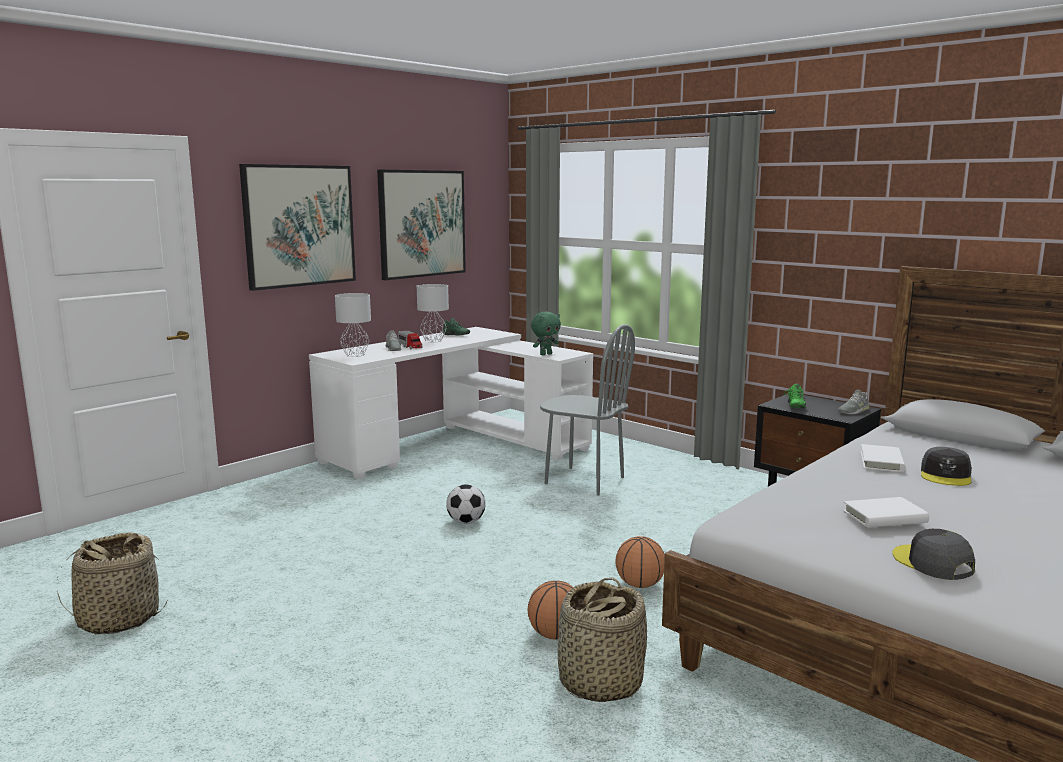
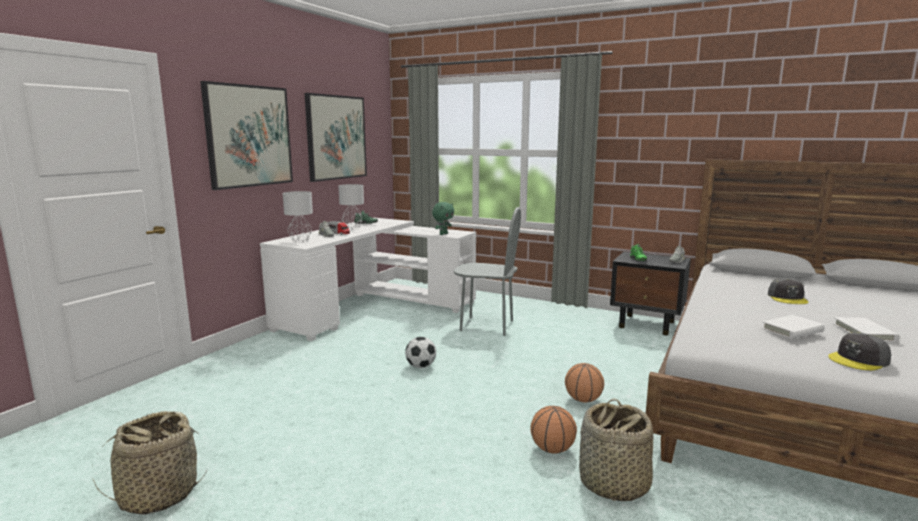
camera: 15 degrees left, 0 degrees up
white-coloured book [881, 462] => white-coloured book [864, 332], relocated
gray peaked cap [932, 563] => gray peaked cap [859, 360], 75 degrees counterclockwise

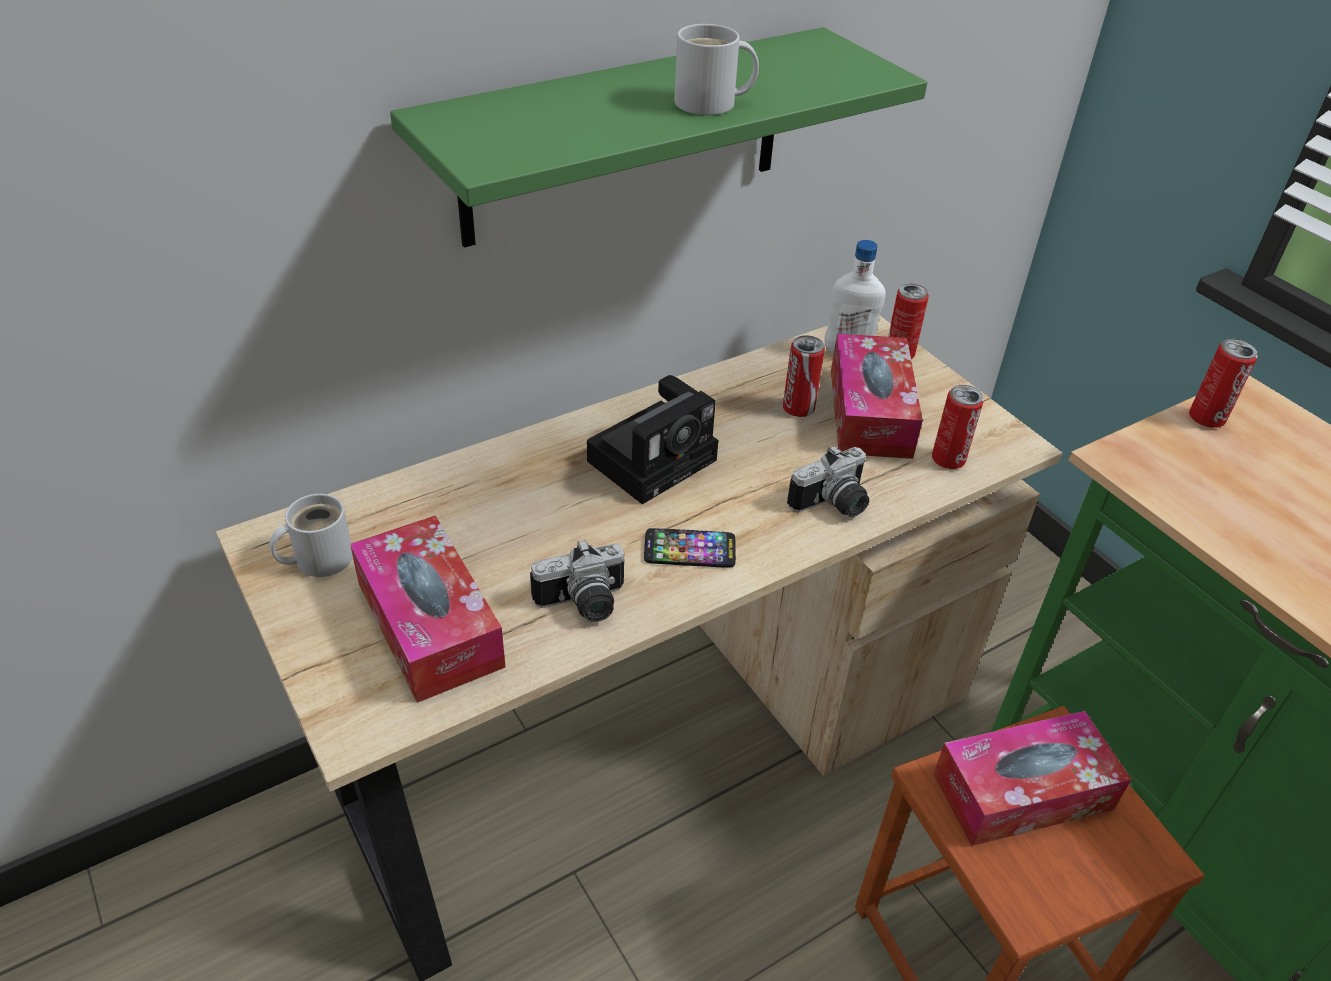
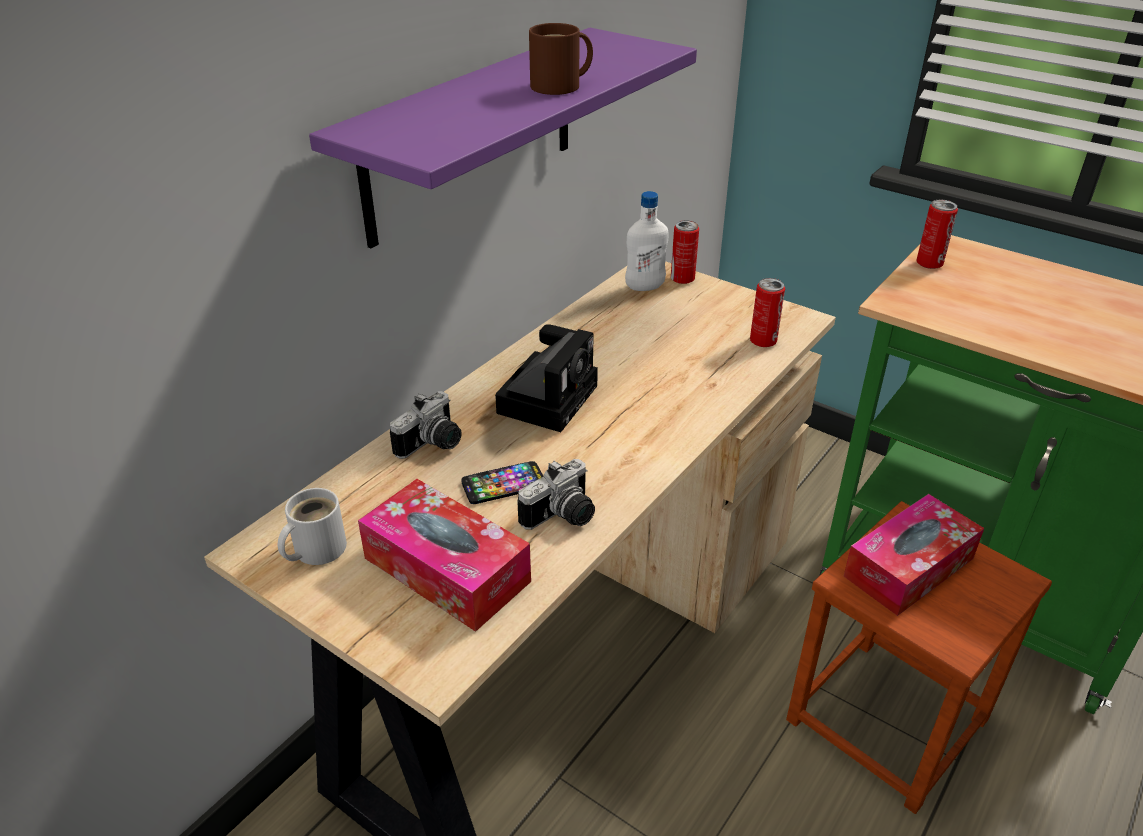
camera: 20 degrees left, 5 degrees down
sealed can [798, 409] => nothing
tissue holder [870, 412] => nothing
handset [689, 550] => handset [503, 484], relocated
still camera [833, 505] => still camera [433, 444], relocated
greenish wall shelf [625, 137] => purple-coloured wall shelf [472, 134]
white-coloured tea mug [711, 104] => brownish tea mug [560, 86]

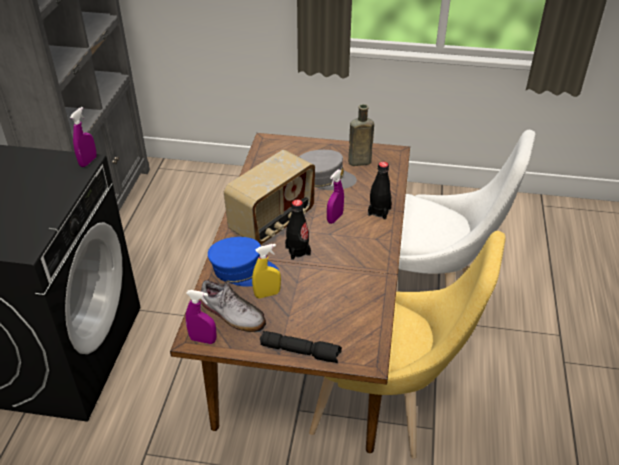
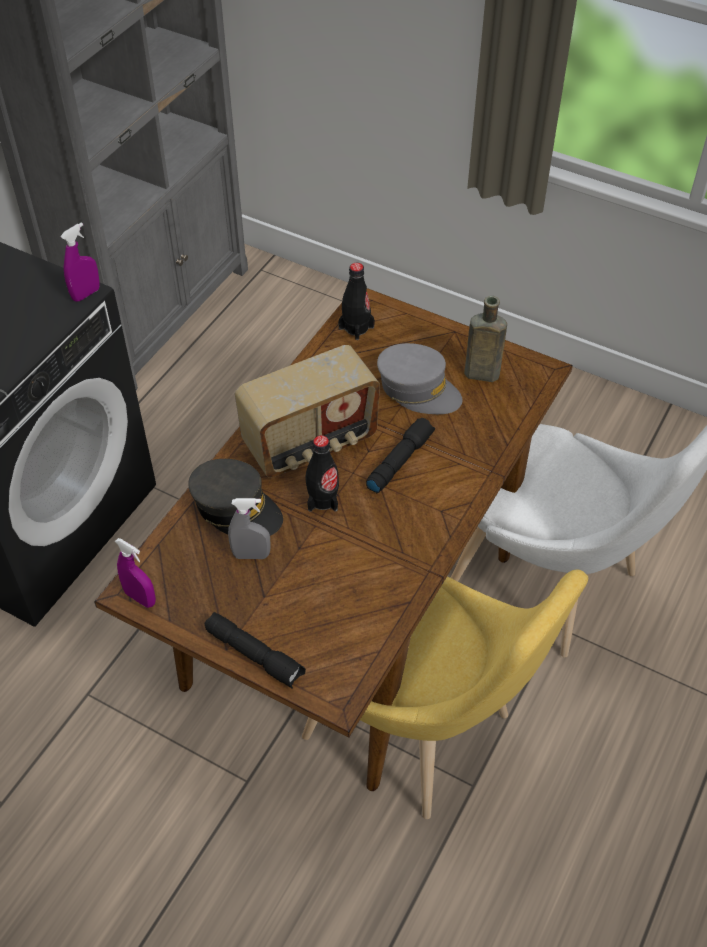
camera: 20 degrees right, 10 degrees up
low shoe [233, 314] => nothing
blackish beverage bottle [379, 211] => blackish beverage bottle [356, 327], relocated
purple-coloured spray bottle [335, 218] => blackish torch [399, 460]
bluish peaked cap [243, 270] => gray peaked cap [236, 508]
yellow spray bottle [267, 294] => gray spray bottle [251, 555]

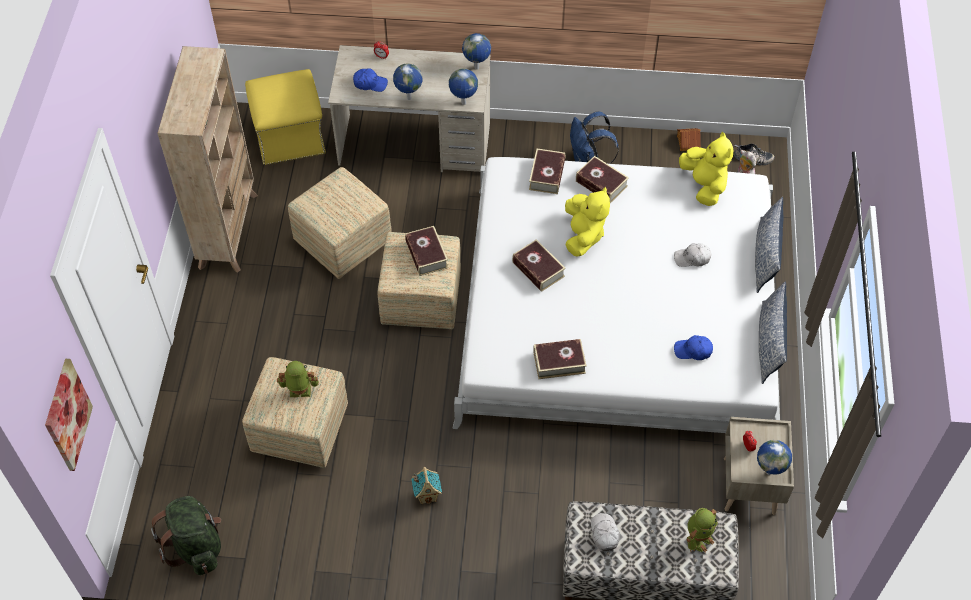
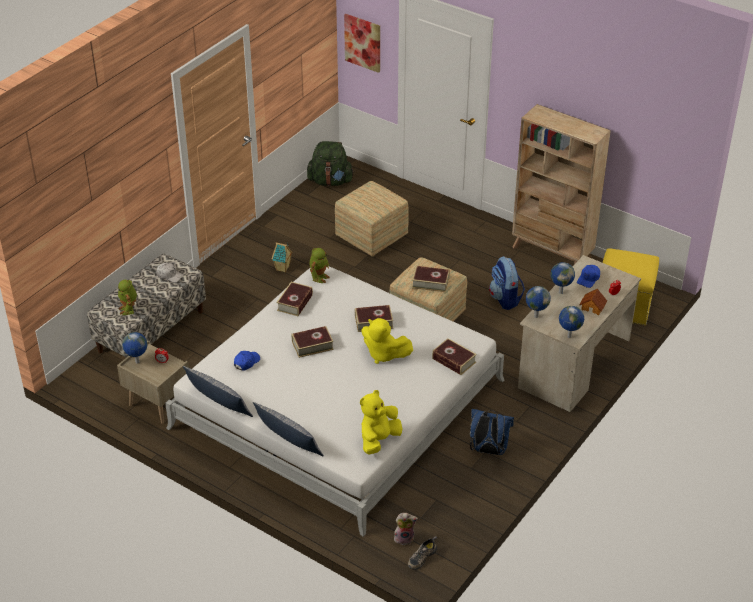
camera: 120 degrees right, 15 degrees down
white-coloured peaked cap [692, 258] => nothing
robot figure [299, 392] => robot figure [319, 277], relocated
book [601, 184] => book [312, 345], relocated
miniature house [687, 143] => miniature house [593, 307], relocated
ottoman [343, 240] => knapsack [505, 299]
yellow cuddly toy [704, 185] => yellow cuddly toy [379, 440], 120 degrees clockwise

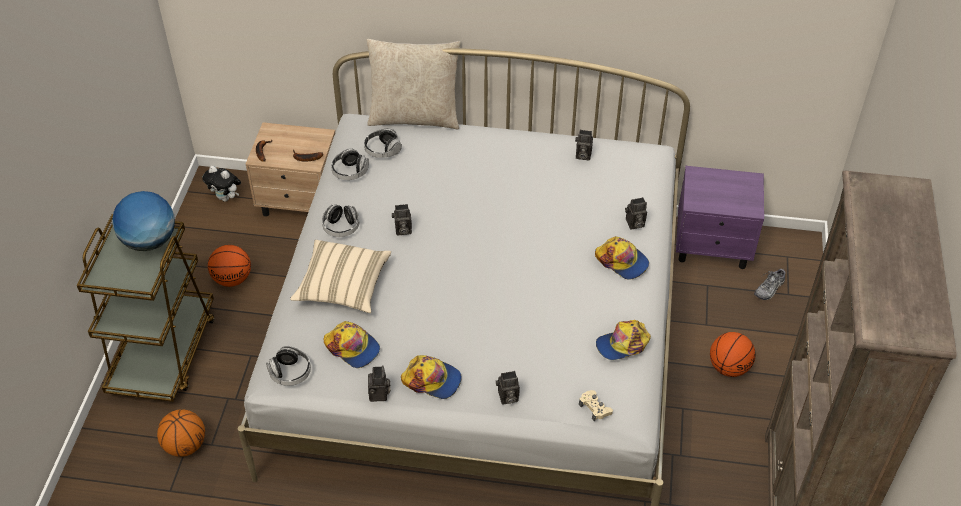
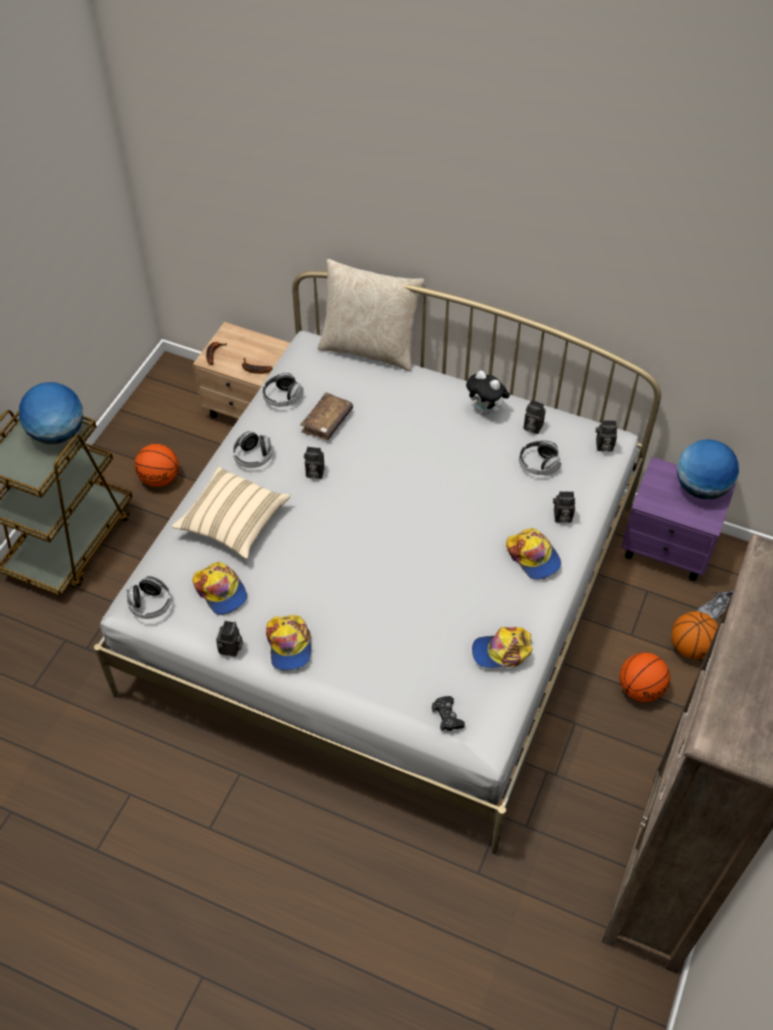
camera: 15 degrees right, 5 degrees up
nothing => brownish book [327, 422]
nothing => globe [701, 488]
ball for basketball [185, 446] => ball for basketball [690, 647], relocated
cuddly toy [226, 198] => cuddly toy [486, 410], relocated
headset [382, 150] => headset [538, 464], relocated
still camera [507, 397] => still camera [603, 446], relocated
sand-coloured joypad [595, 408] => blackish joypad [447, 716]
peaked cap [432, 380] => peaked cap [289, 645], 45 degrees clockwise

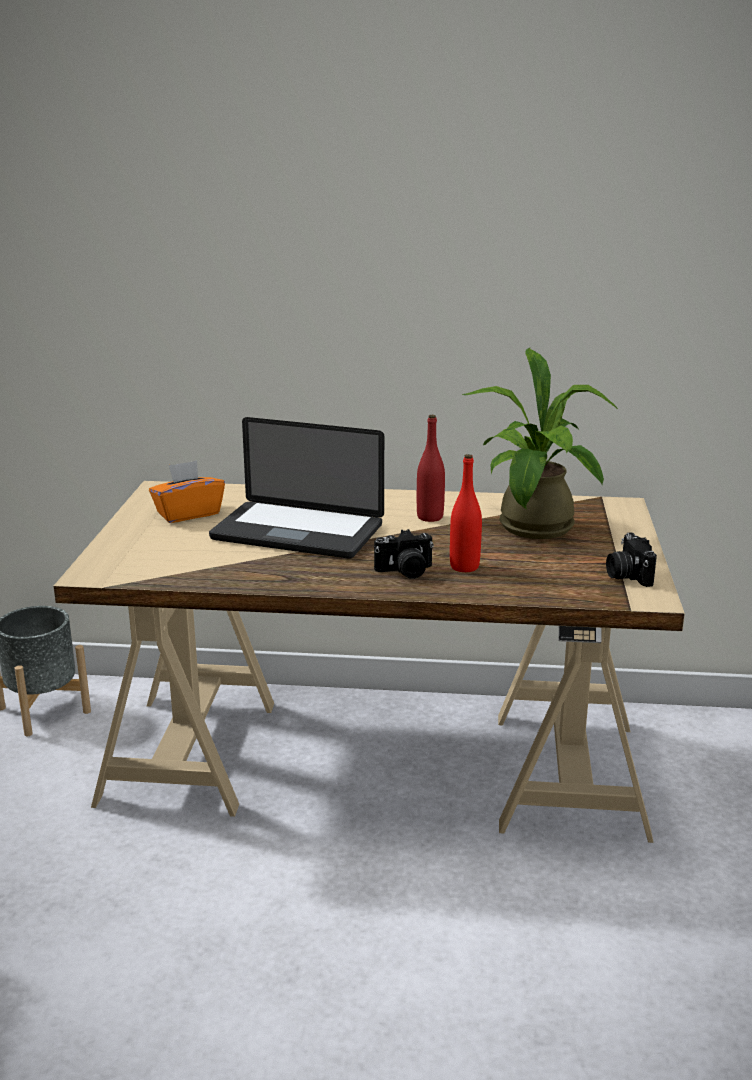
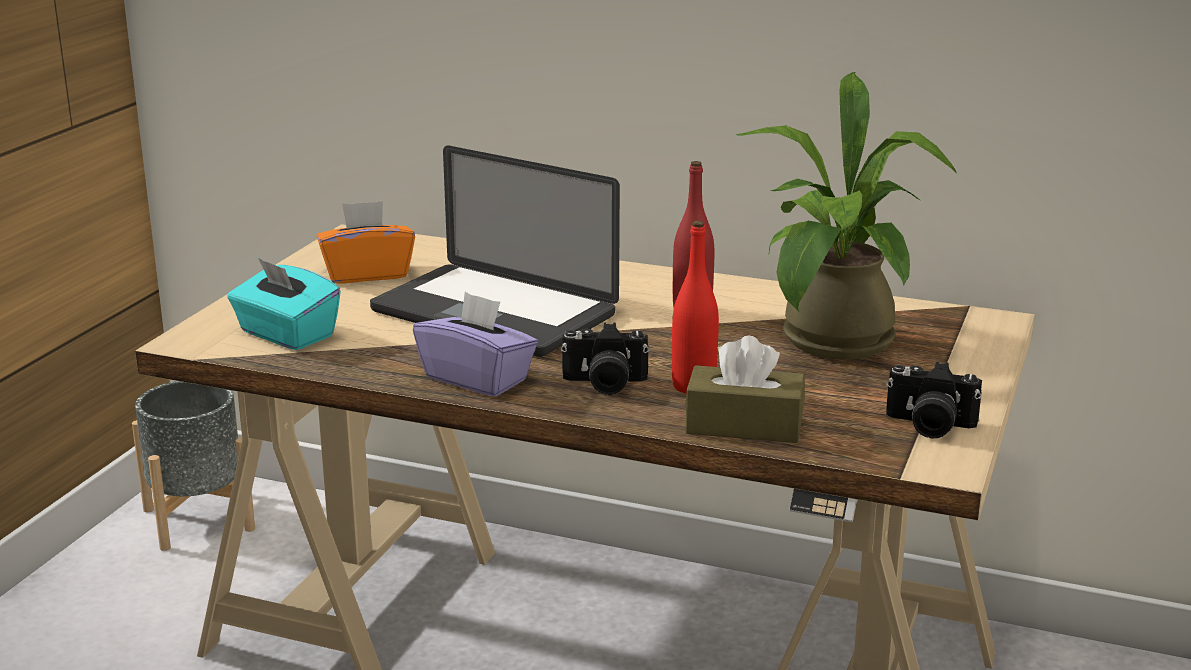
camera: 15 degrees right, 0 degrees up
nothing => blue-green tissue holder [286, 335]
nothing => purple-coloured tissue holder [477, 379]
nothing => brownish tissue holder [744, 425]
still camera [627, 575] => still camera [929, 426], 75 degrees counterclockwise

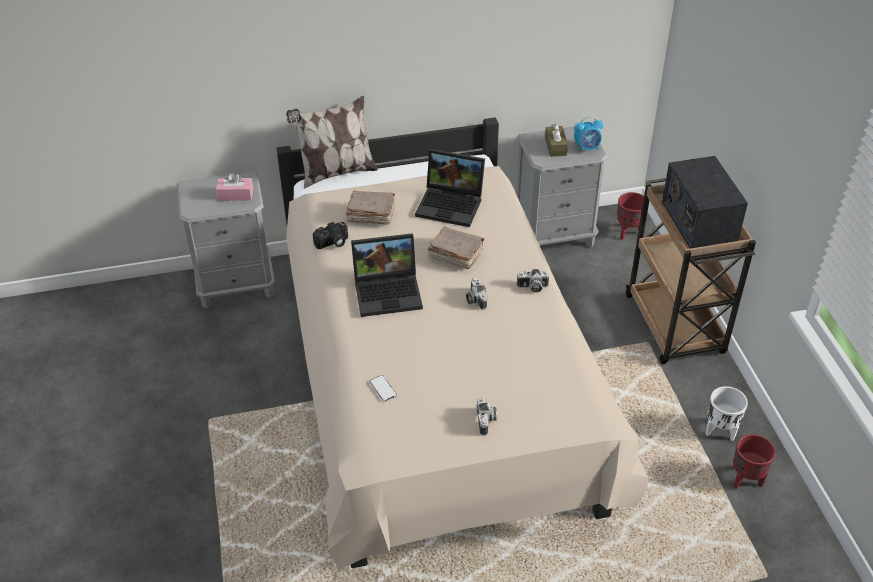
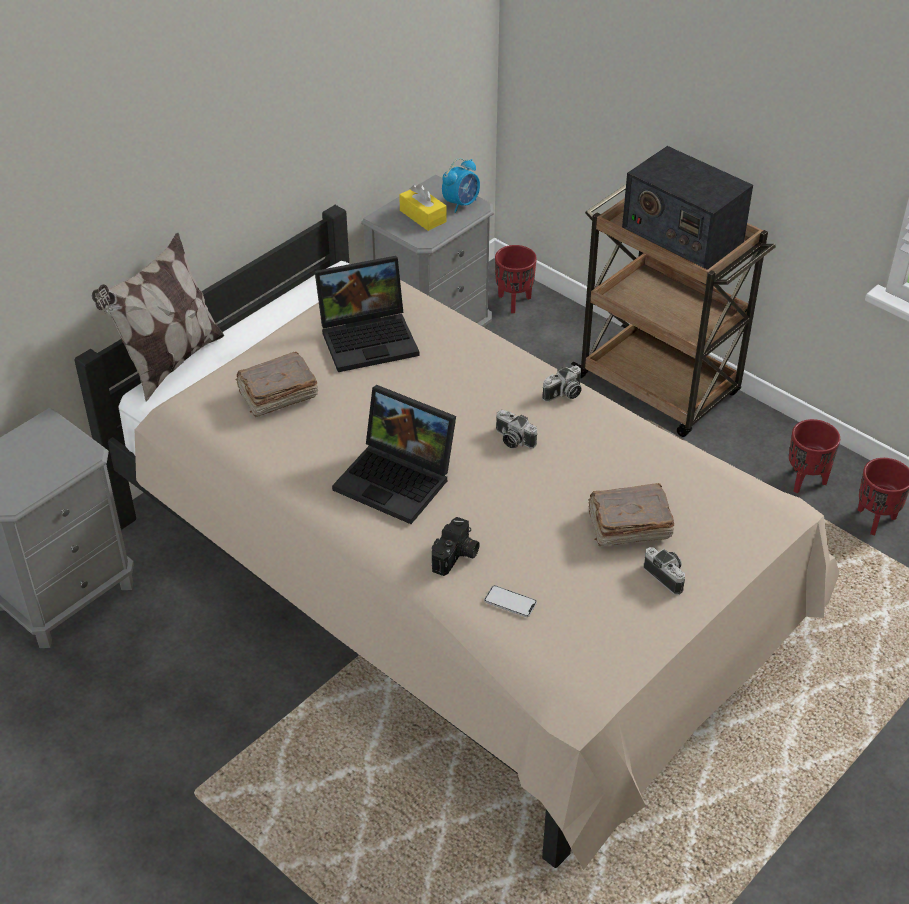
camera: 35 degrees left, 0 degrees up
pink-coloured tissue holder [235, 195] => nothing
still camera [332, 243] => still camera [456, 557], relocated
brownish book [455, 255] => brownish book [628, 526], relocated
brownish tissue holder [555, 146] => yellow tissue holder [423, 216]
white-coloured flower pot [720, 431] => red flower pot [805, 480]
laptop [389, 291] => laptop [398, 479], 75 degrees clockwise

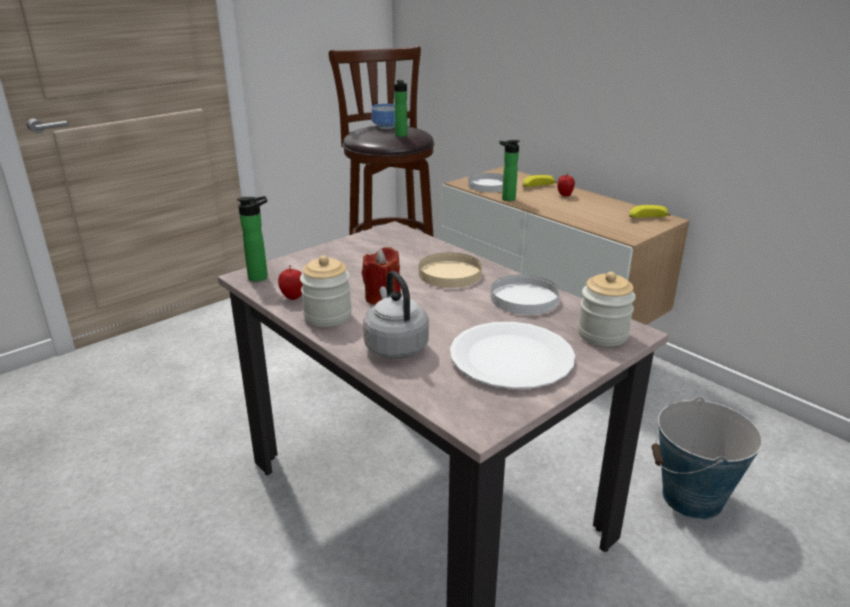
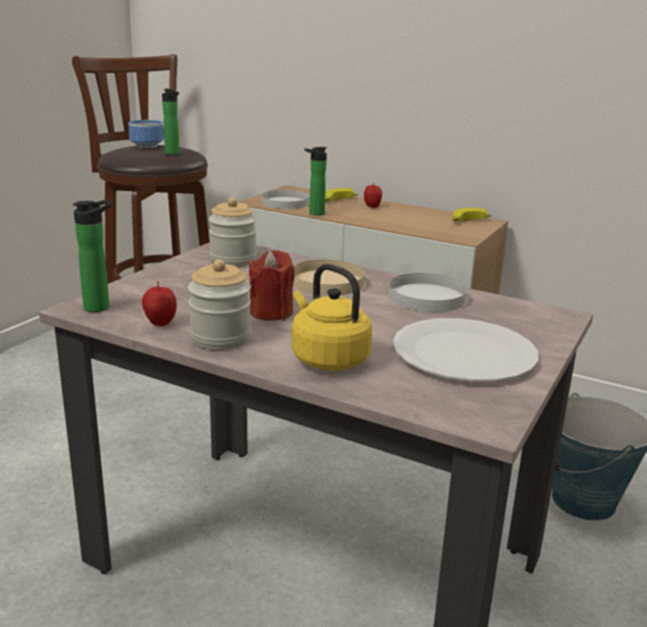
camera: 20 degrees left, 5 degrees down
storage jar [602, 334] => storage jar [233, 259], relocated
gray kettle [395, 346] => yellow kettle [327, 358]

